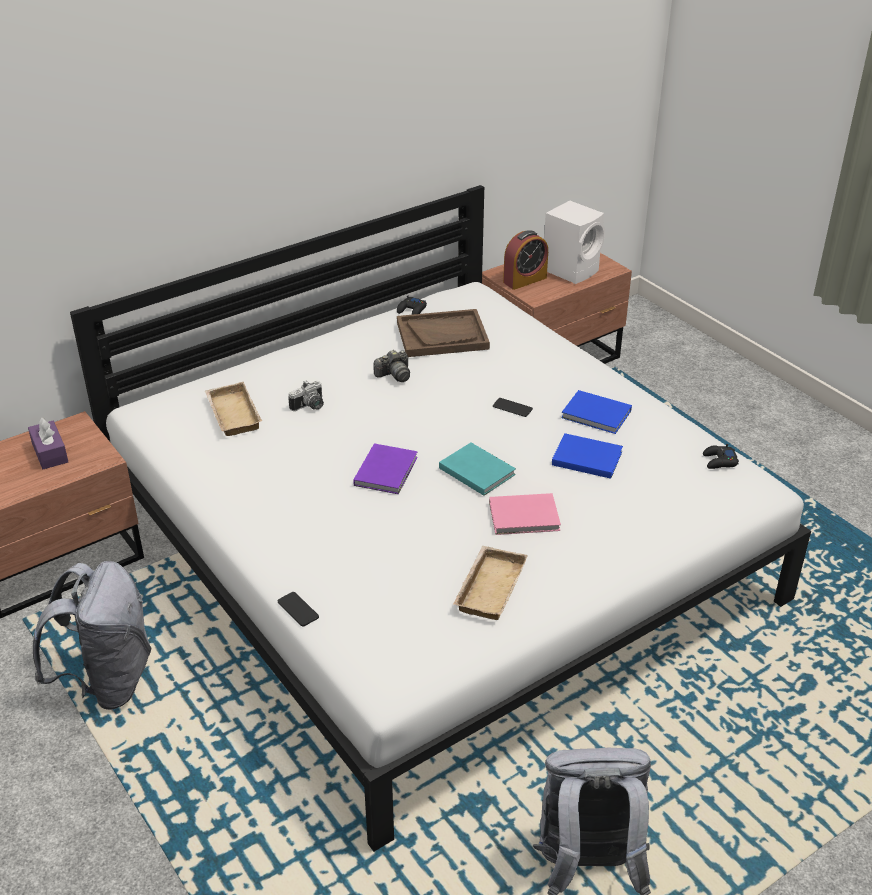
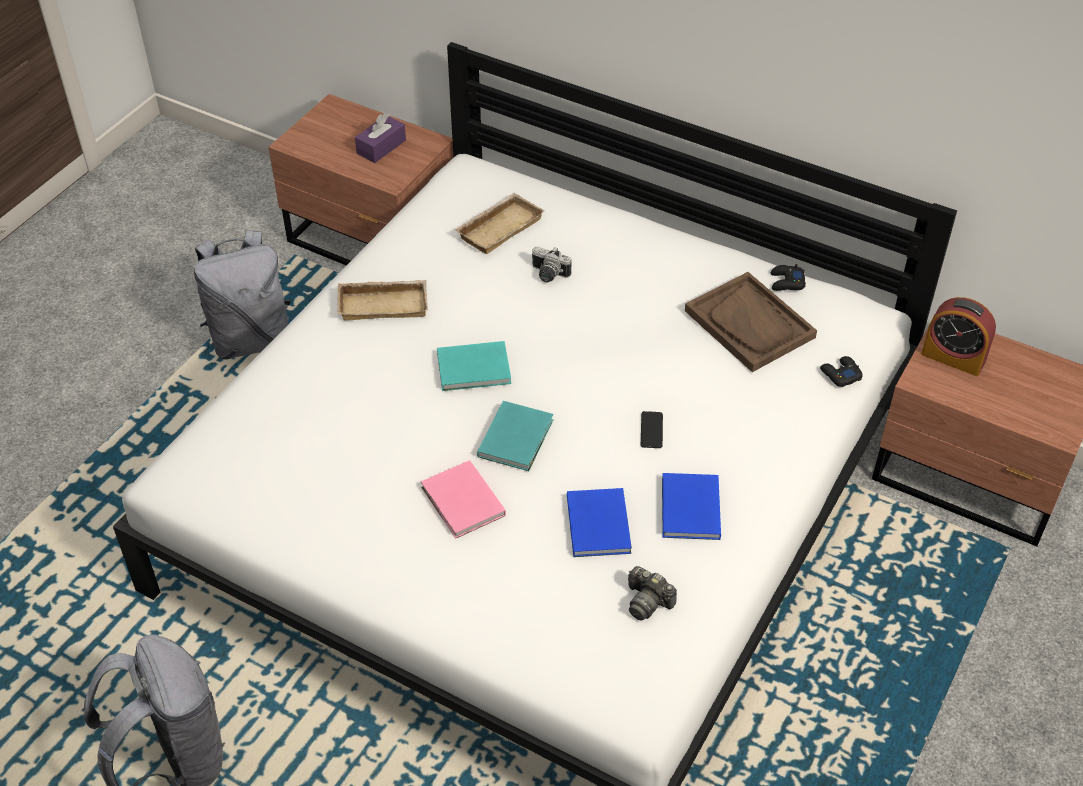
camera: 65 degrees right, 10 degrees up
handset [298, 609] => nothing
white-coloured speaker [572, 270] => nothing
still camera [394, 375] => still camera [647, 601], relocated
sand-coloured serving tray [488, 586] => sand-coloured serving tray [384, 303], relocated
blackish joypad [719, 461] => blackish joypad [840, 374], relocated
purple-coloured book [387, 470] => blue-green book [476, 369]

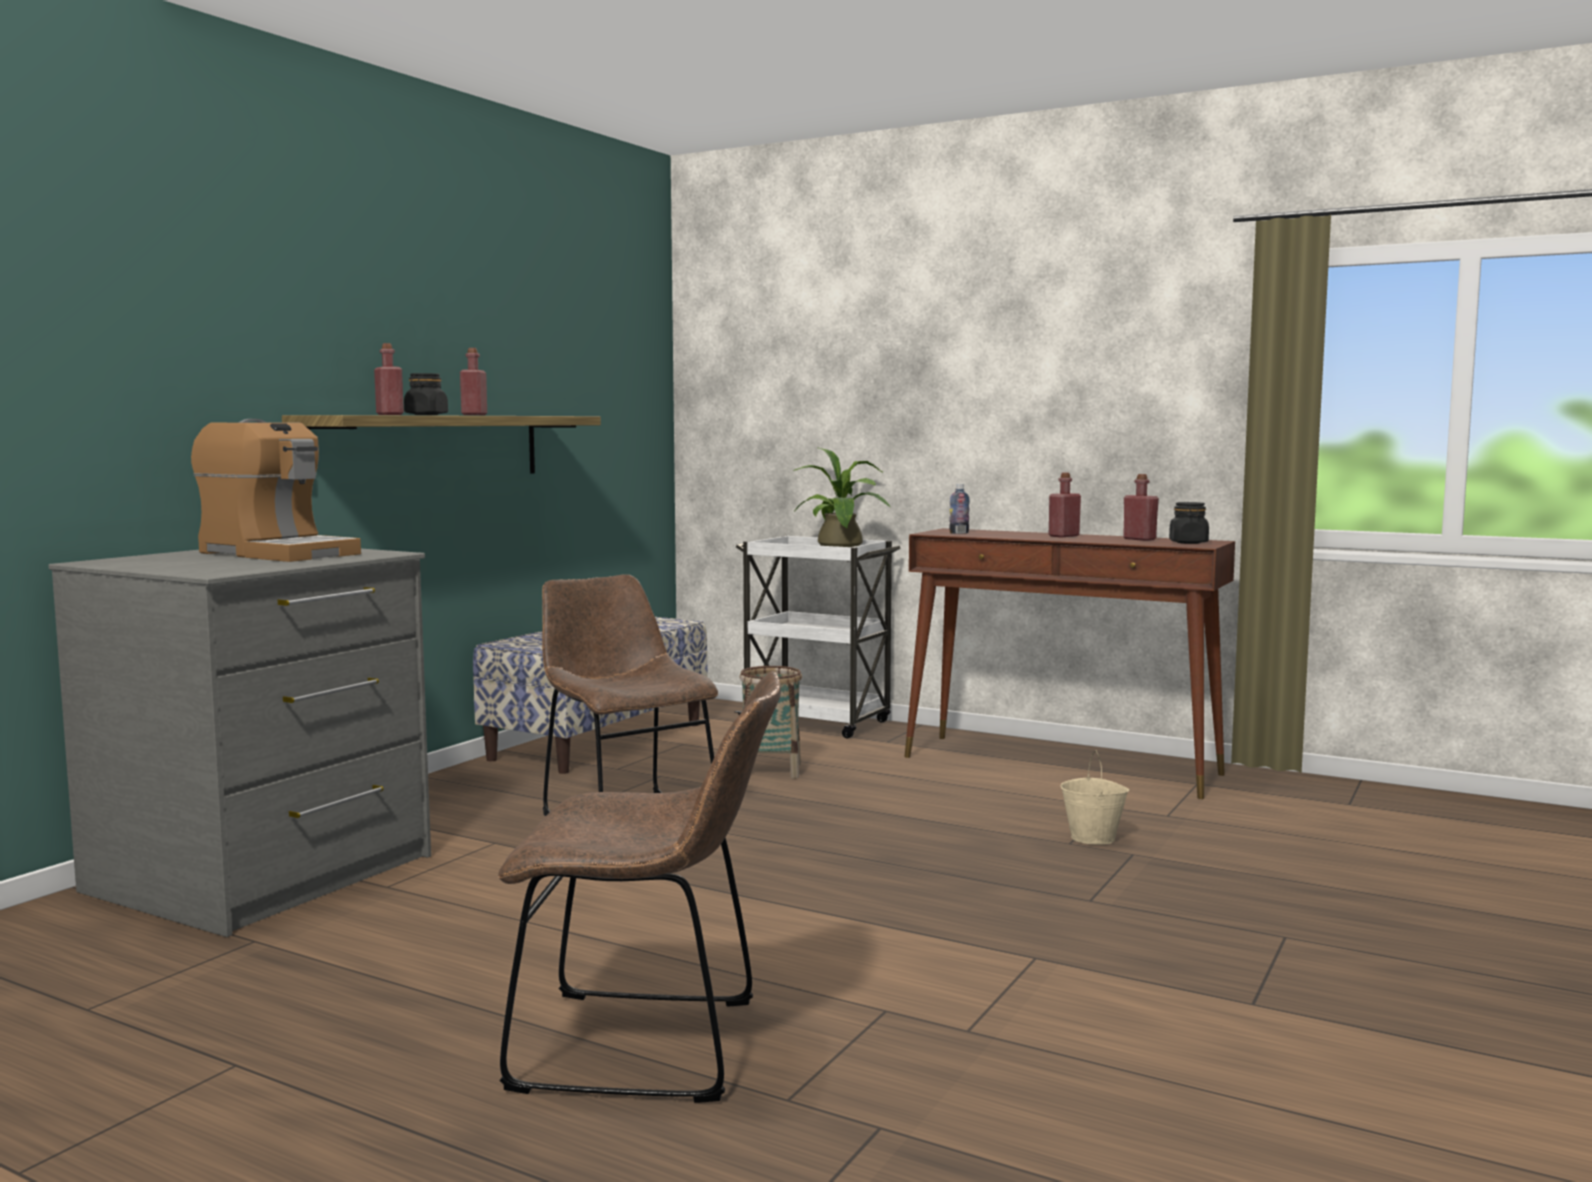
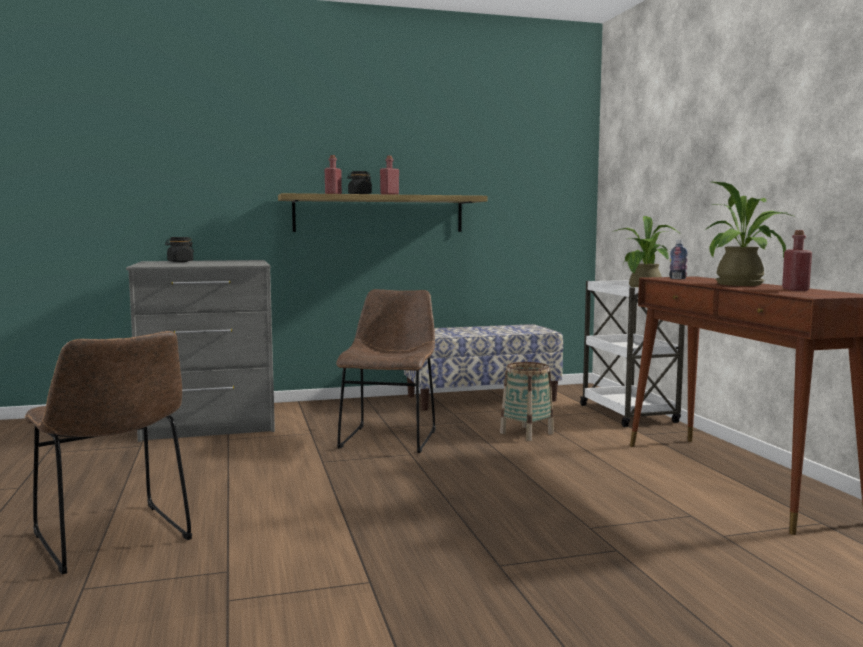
camera: 45 degrees right, 0 degrees up
coffee machine [277, 553] => nothing
sand-coloured pail [1093, 838] => nothing
blackish storage jar [1188, 542] => blackish storage jar [180, 262], relocated
red beverage bottle [1063, 536] => plant in a pot [745, 284]

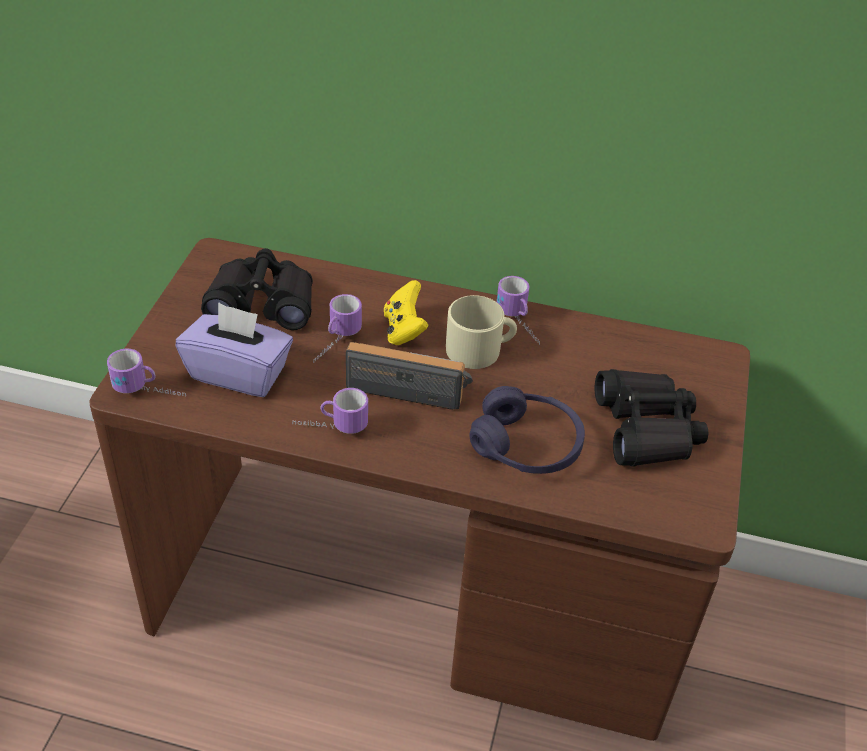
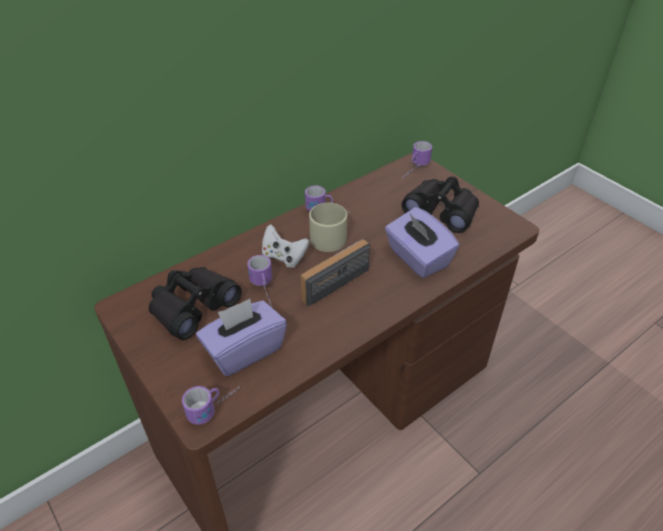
camera: 50 degrees left, 0 degrees up
tea mug [330, 427] => tea mug [413, 170], relocated
purple-coloured headset [526, 446] => purple-coloured tissue holder [417, 258]
yellow joypad [404, 329] => white-coloured joypad [284, 257]

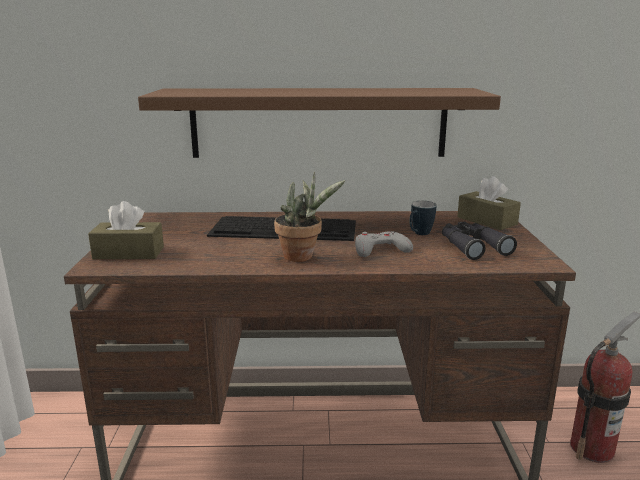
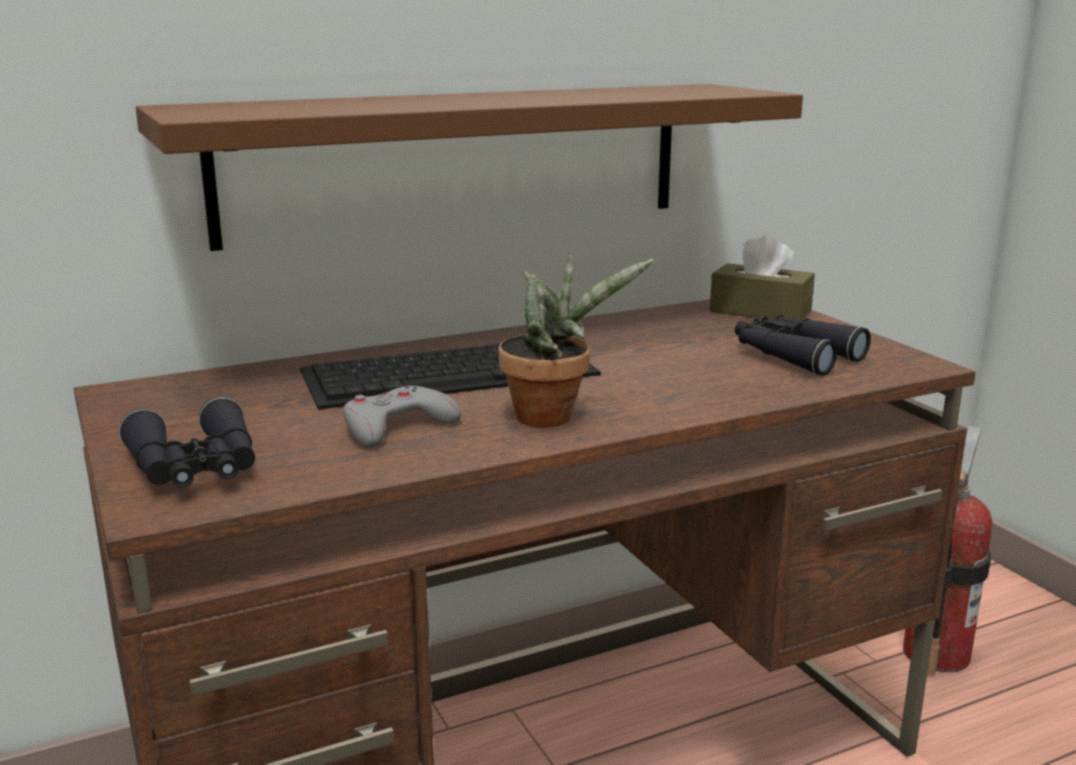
camera: 25 degrees left, 0 degrees up
tea mug [419, 234] => nothing
gray joypad [380, 249] => gray joypad [397, 426], relocated
brownish tissue holder [128, 253] => blackish pair of binoculars [195, 469]

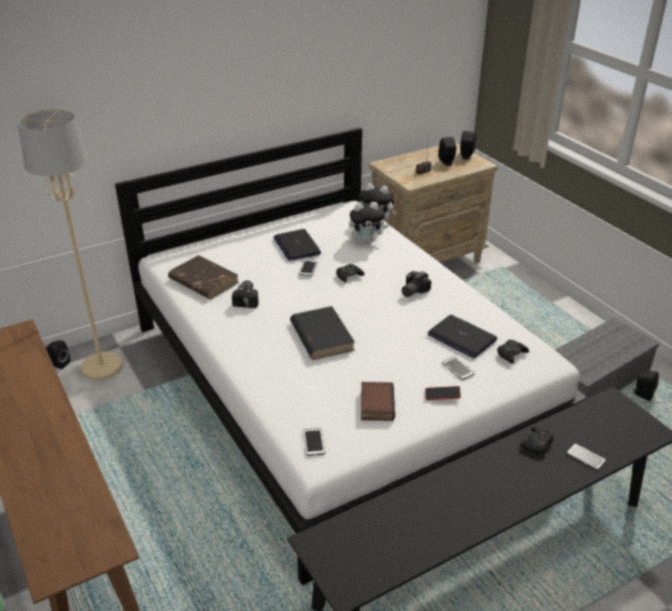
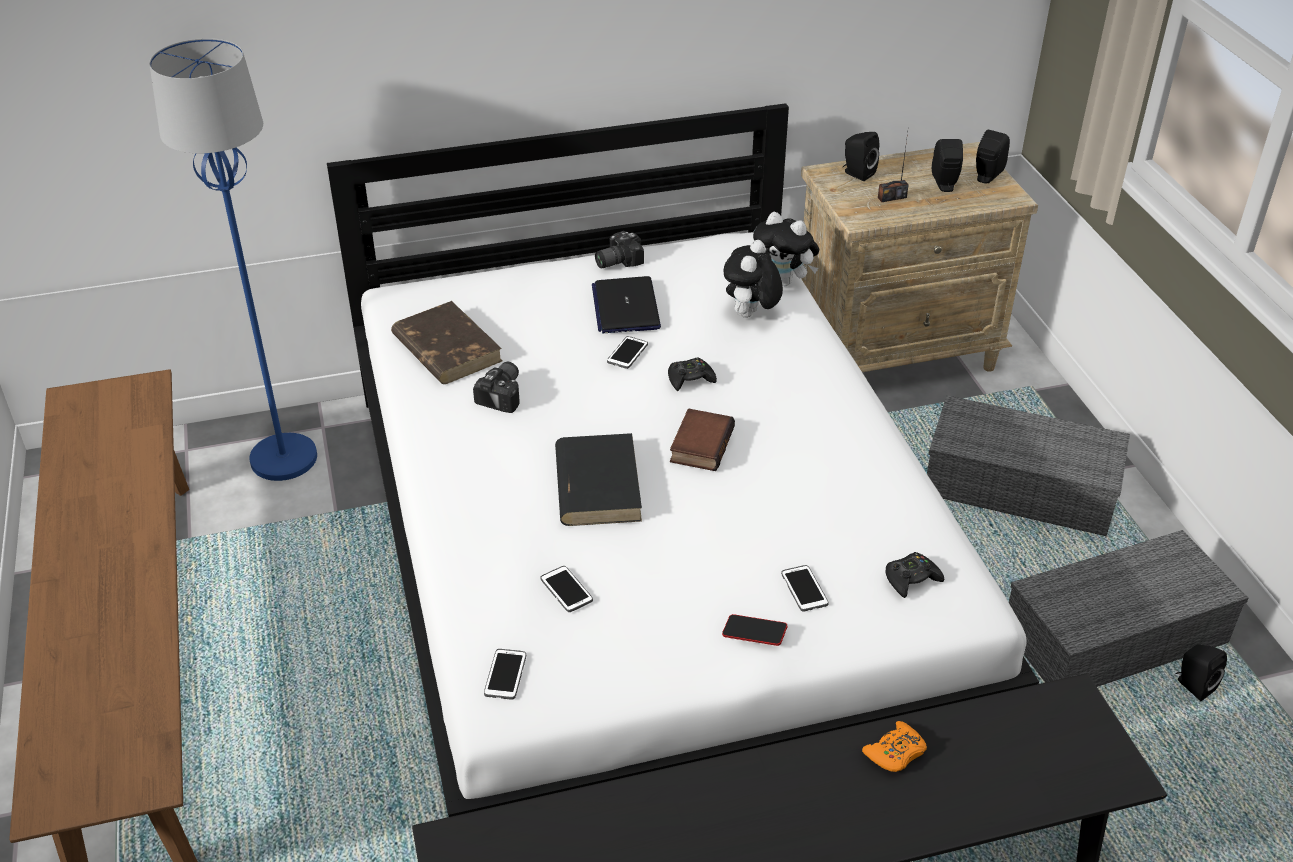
camera: 15 degrees right, 5 degrees up
laptop [461, 337] => nothing
nothing => gray storage box [1022, 486]
blackish speaker [58, 364] => blackish speaker [857, 173], relocated
book [375, 404] => book [700, 444], relocated
still camera [412, 291] => still camera [616, 261], relocated
handset [585, 457] => handset [566, 590], relocated
sand-coloured standing lamp [101, 367] => bluish standing lamp [283, 458]
blackish joypad [537, 444] => orange joypad [895, 753]
cuddly toy [367, 241] => cuddly toy [750, 316], 105 degrees clockwise

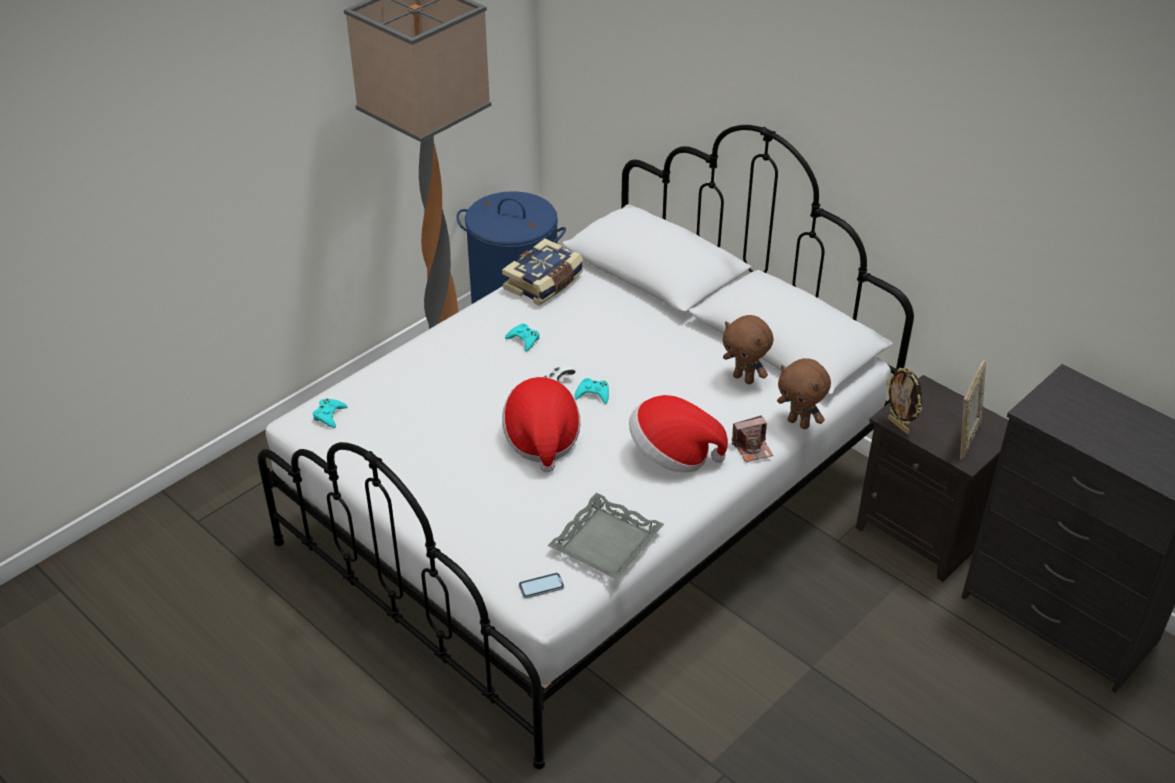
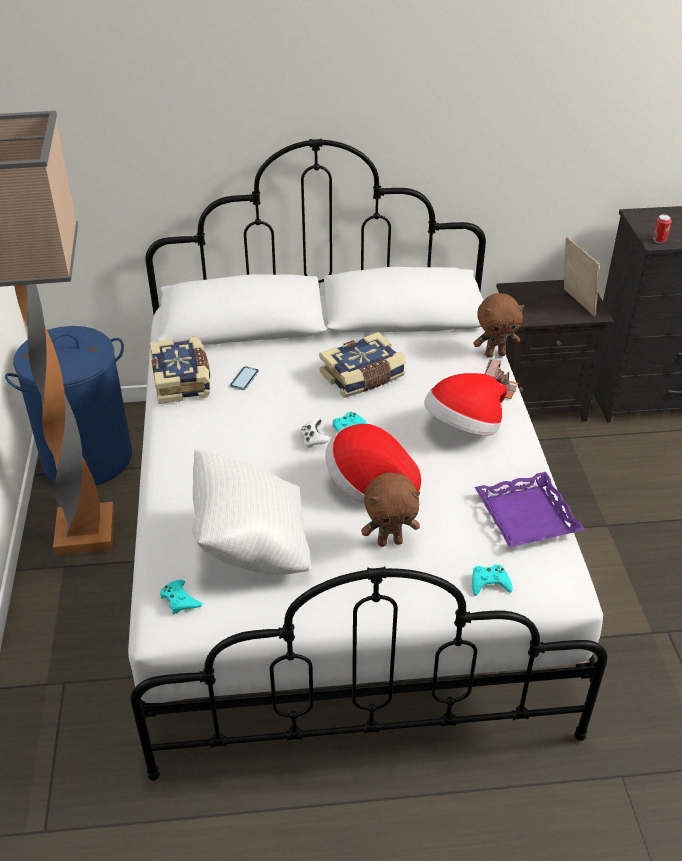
camera: 50 degrees left, 0 degrees up
picture frame [899, 426] => nothing
nothing => white-coloured cushion [252, 545]
nothing => book [363, 377]
nothing => sealed can [659, 240]
blue-green joypad [524, 340] => blue-green joypad [489, 583], relocated
handset [541, 586] => handset [244, 379], relocated
brownish cuddly toy [744, 378] => brownish cuddly toy [390, 541], relocated
gray serving tray [605, 542] => purple-coloured serving tray [526, 516]

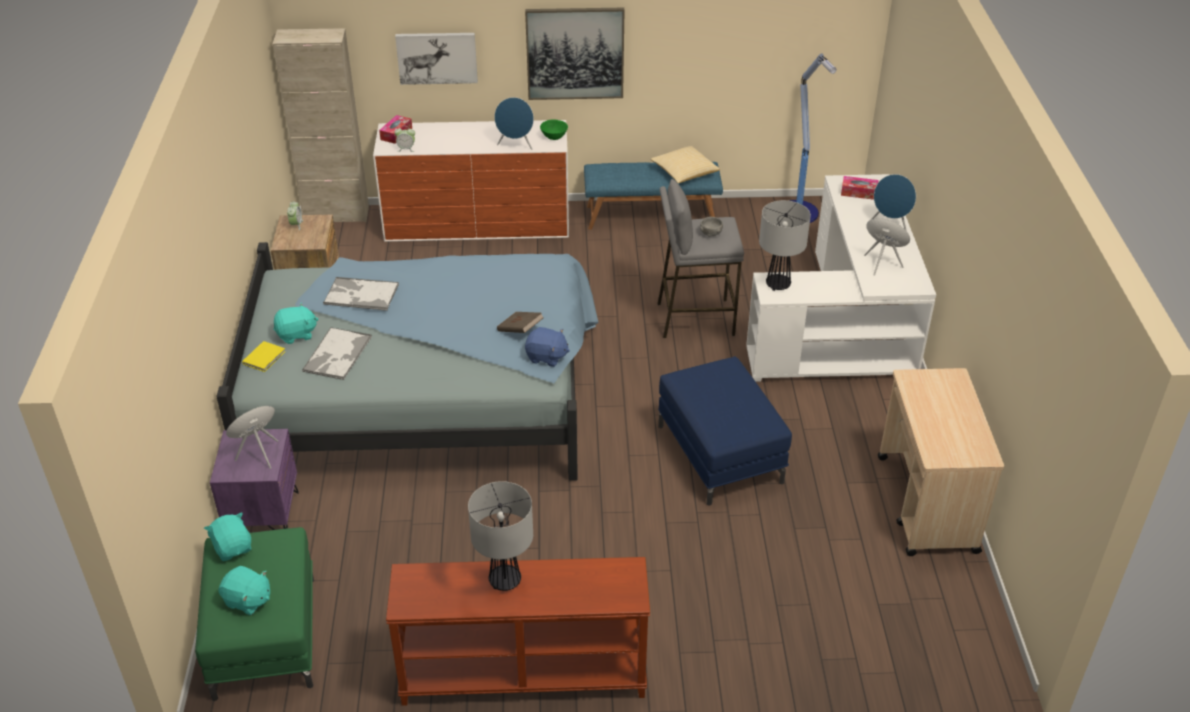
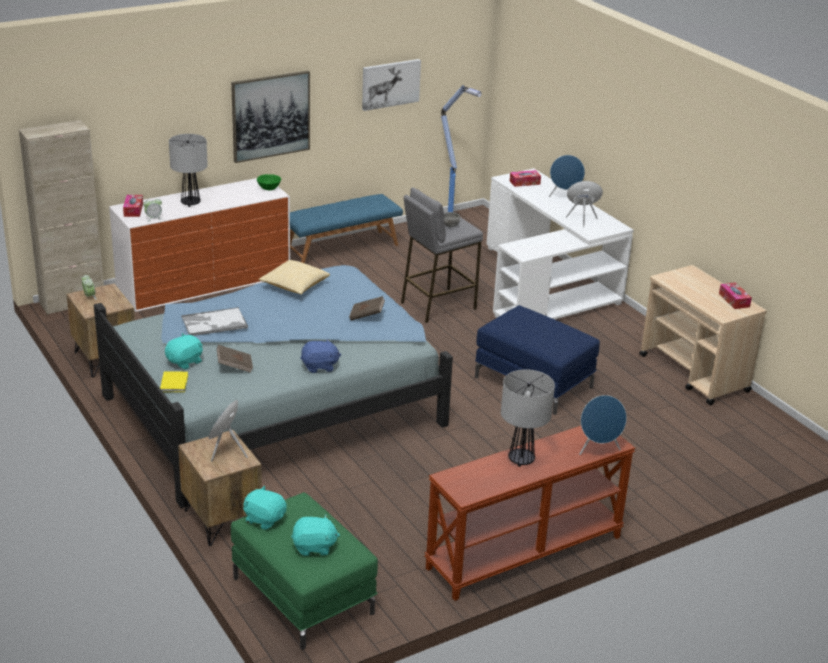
camera: 30 degrees left, 10 degrees down
nothing => tissue holder [734, 300]
wall art [437, 57] => wall art [390, 84], relocated
bluish speaker [516, 145] => bluish speaker [598, 449], relocated
bluish cuddly toy [546, 357] => bluish cuddly toy [319, 366], relocated
cushion [684, 173] => cushion [294, 286], relocated
lamp for a table [778, 285] => lamp for a table [191, 203], relocated
serving tray [337, 355] => brownish book [234, 366]
purple-coloured nightstand [263, 517] => brownish nightstand [221, 520]

